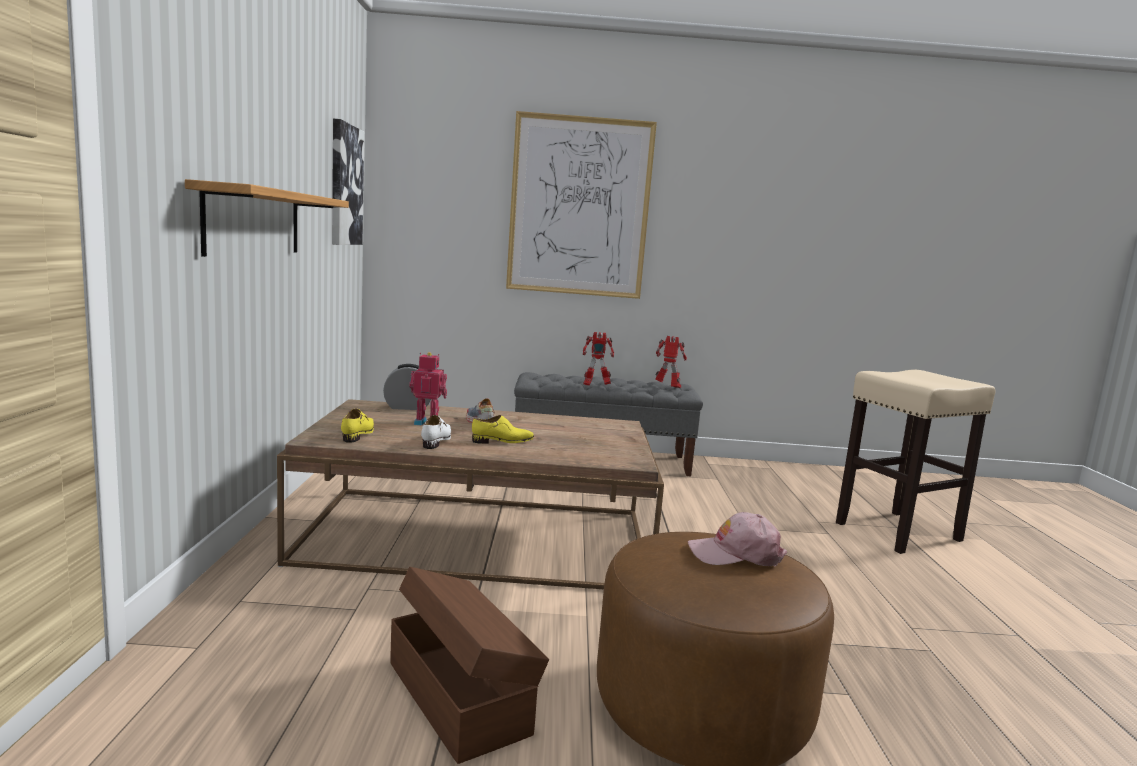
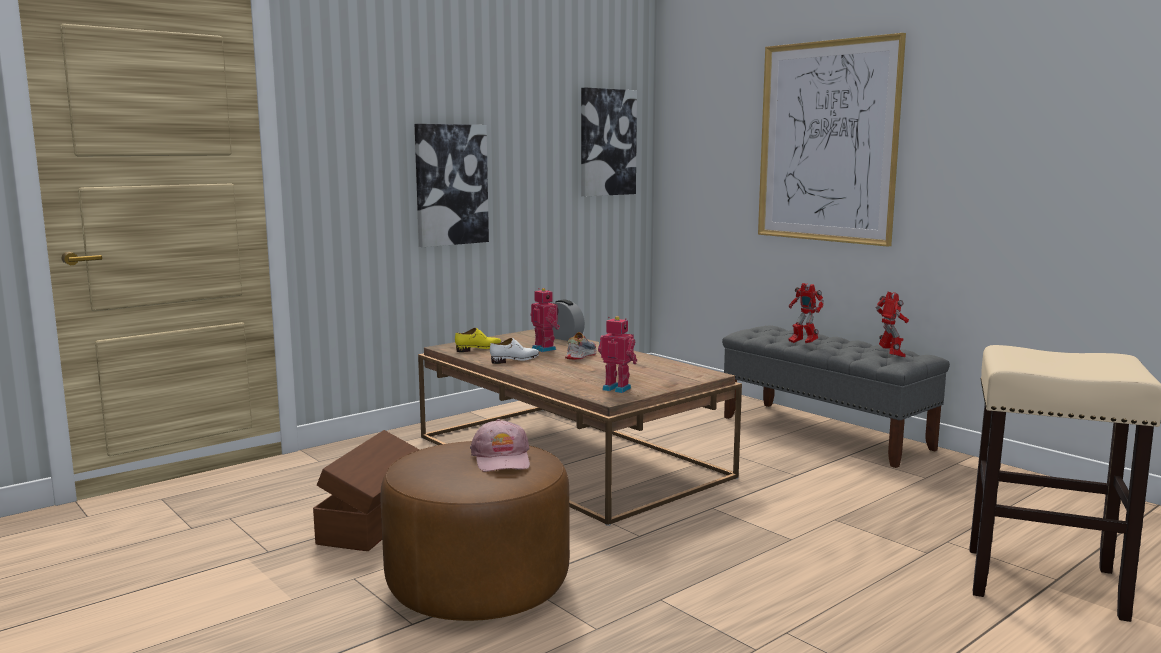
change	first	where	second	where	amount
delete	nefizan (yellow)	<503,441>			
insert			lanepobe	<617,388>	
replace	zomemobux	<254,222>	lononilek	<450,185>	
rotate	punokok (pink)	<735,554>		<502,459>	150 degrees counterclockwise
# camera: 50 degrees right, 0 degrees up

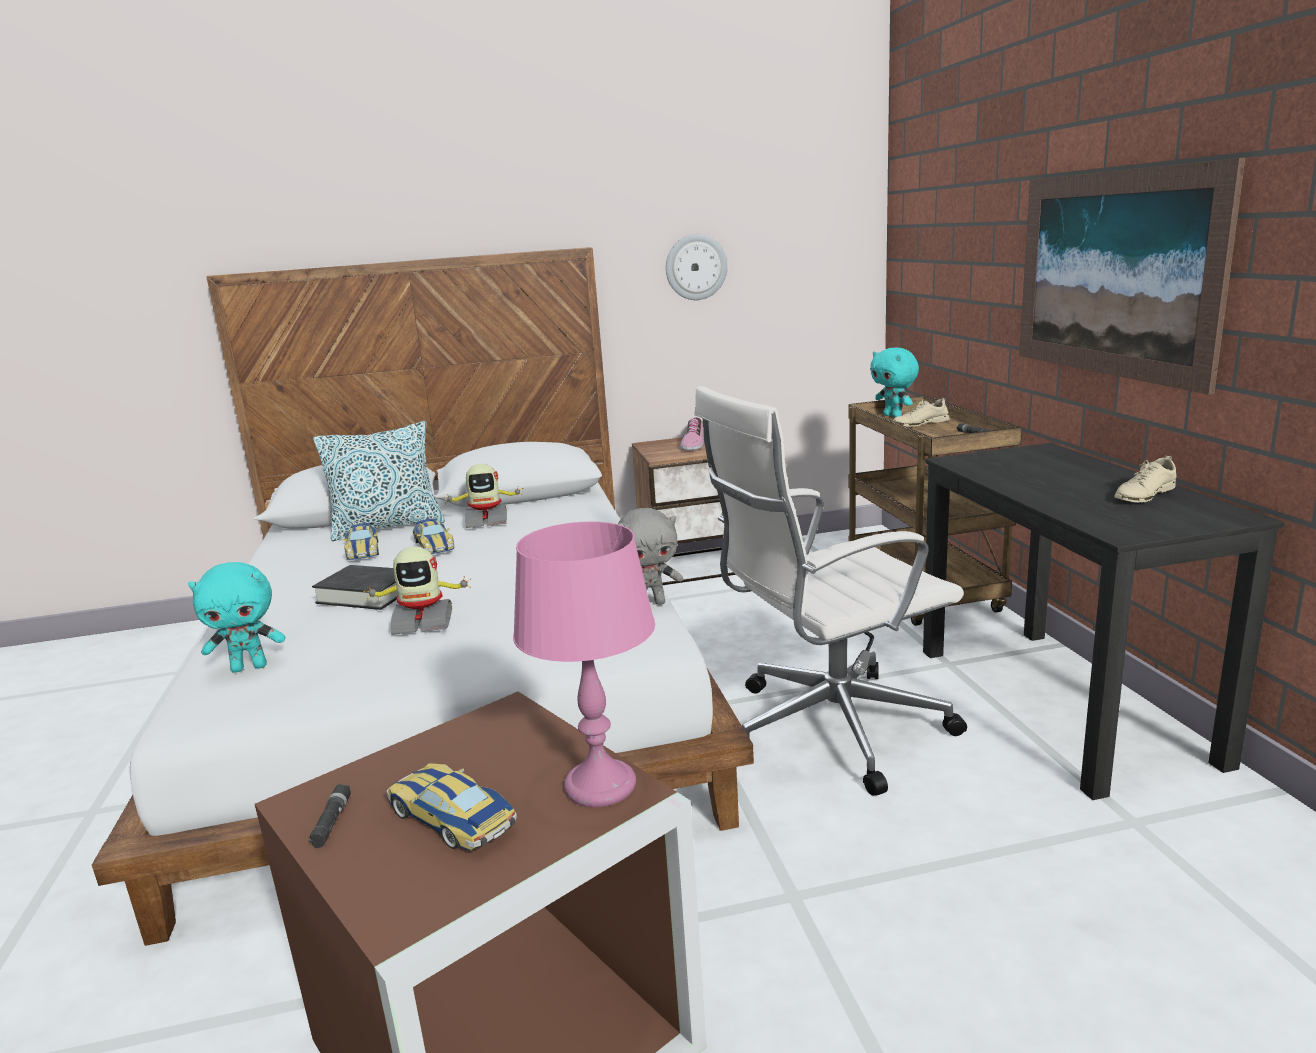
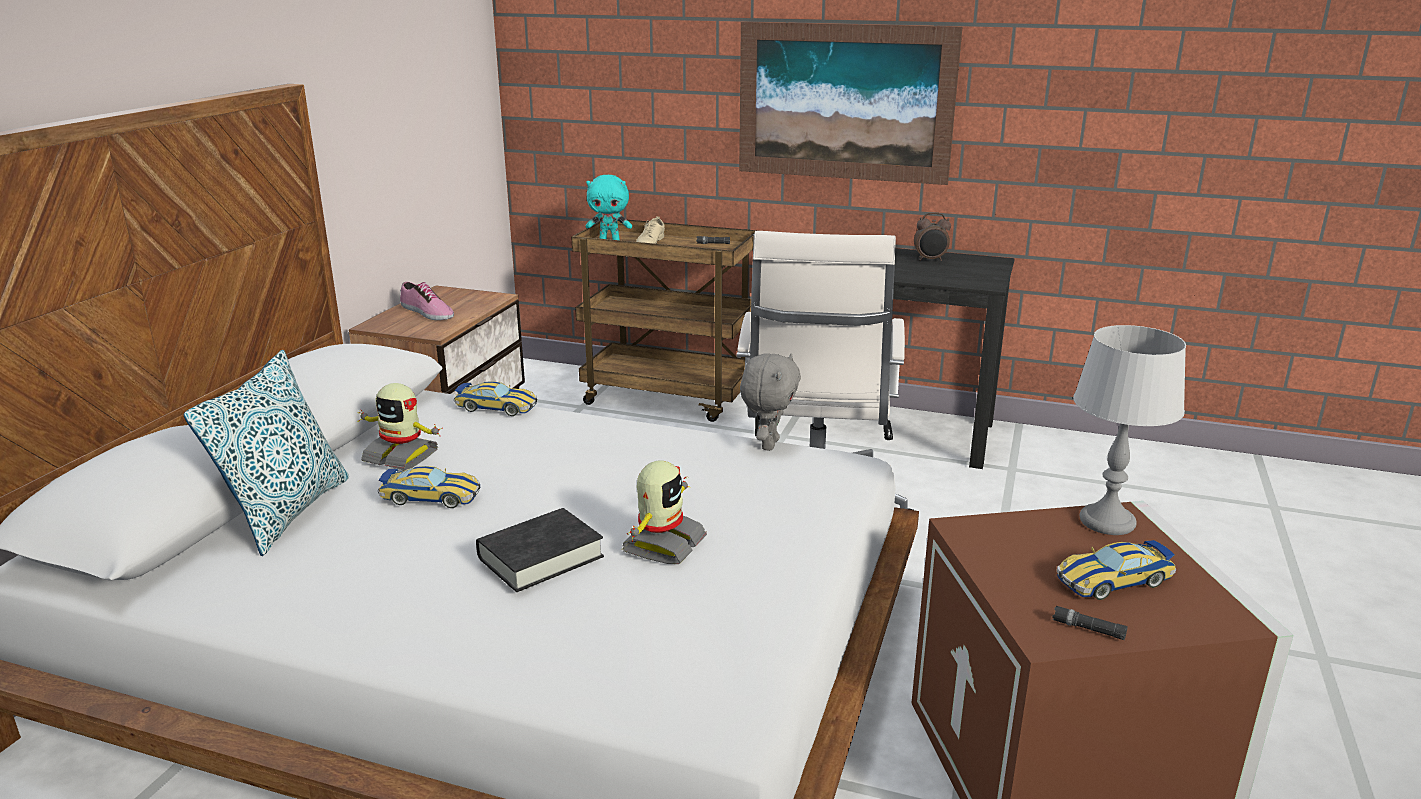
change	first	where	second	where	amount
delete	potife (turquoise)	<250,667>			
delete	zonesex	<696,267>			
move	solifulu	<363,550>		<496,407>	
replace	nefizan (beige)	<1144,494>	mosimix	<930,260>	
recolor	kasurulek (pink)	<599,786>	kasurulek (grey)	<1107,522>	
rotate	lanepobe	<487,521>		<402,456>	90 degrees clockwise
# camera: 60 degrees left, 5 degrees up

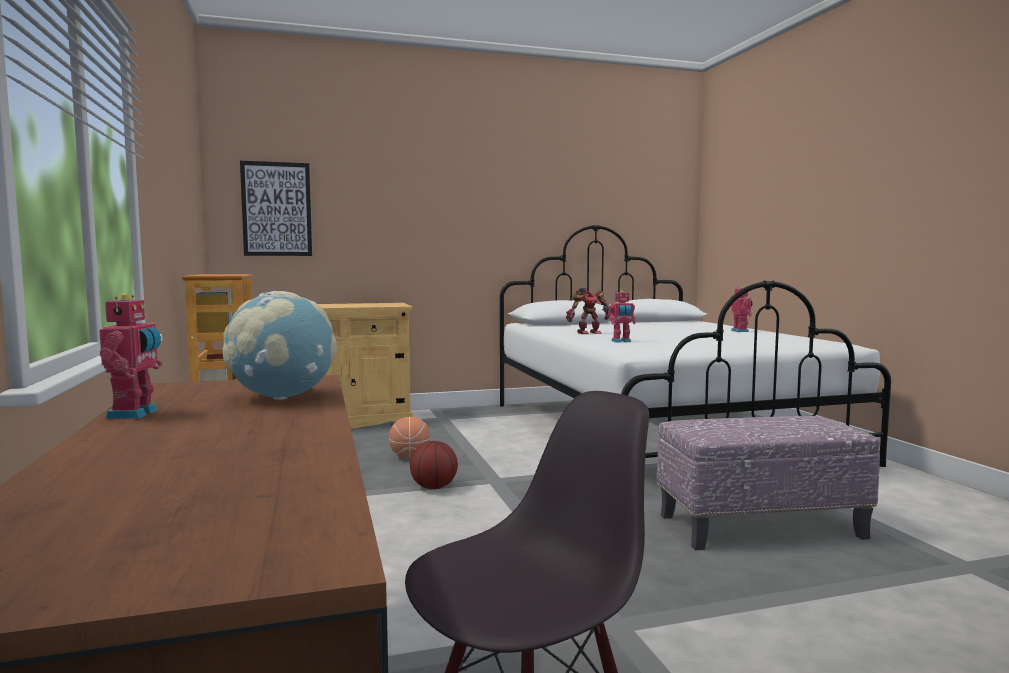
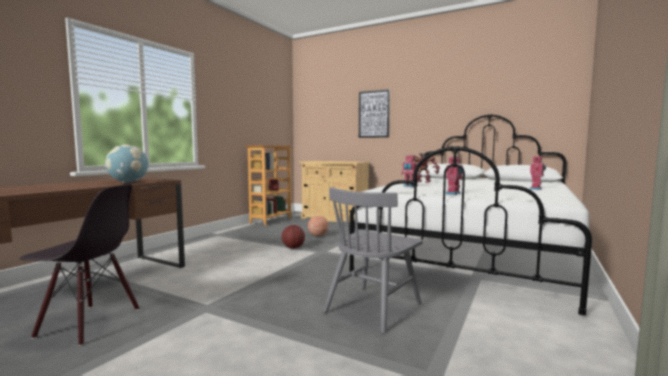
change	first	where	second	where	amount
move	lanepobe	<135,414>		<454,194>	
move	lononilek	<276,209>		<374,114>	
replace	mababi	<760,527>	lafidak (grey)	<373,307>	
# camera: 45 degrees right, 0 degrees up

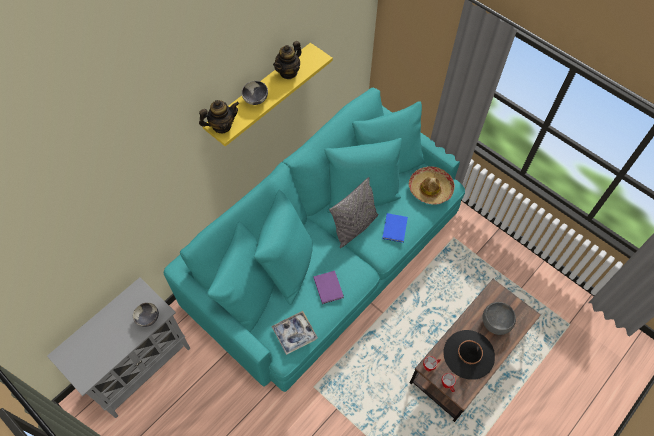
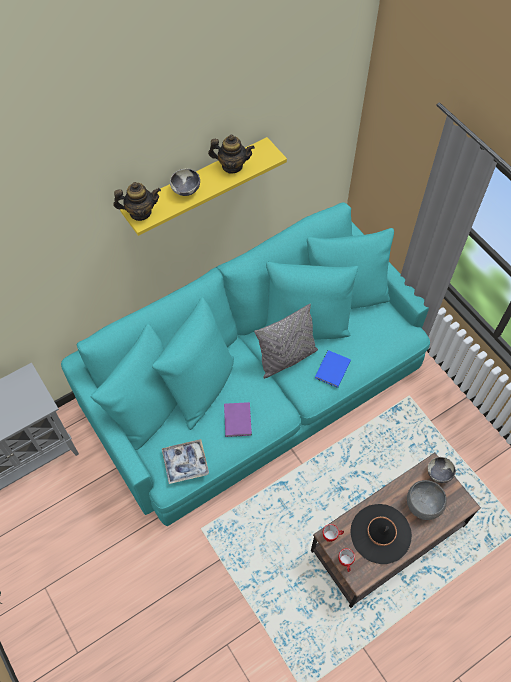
change	first	where	second	where	amount
delete	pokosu	<430,189>			
move	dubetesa	<148,318>		<439,474>	
rotate	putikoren	<288,72>		<232,166>	135 degrees counterclockwise
# camera: 15 degrees right, 0 degrees up

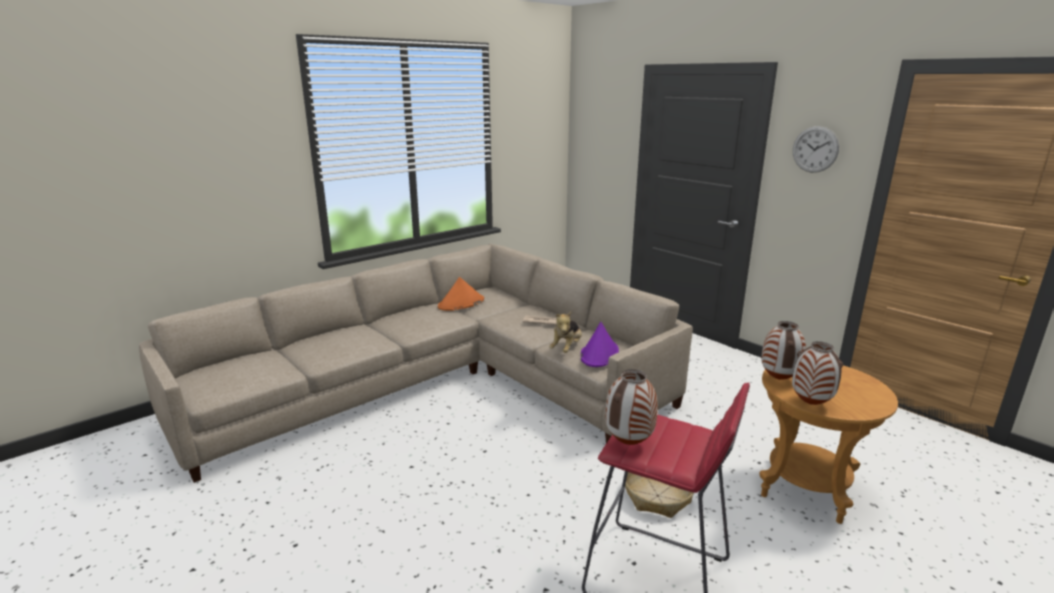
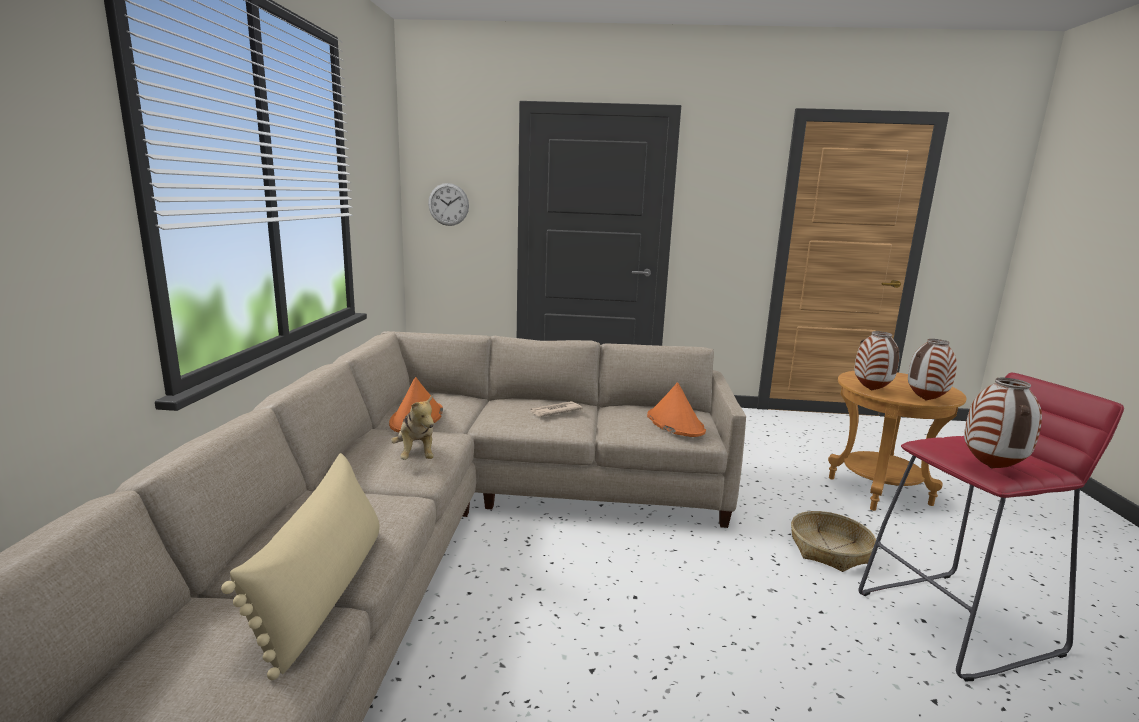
change	first	where	second	where	amount
insert			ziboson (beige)	<324,591>	
move	potife	<566,348>		<416,455>	
move	zonesex	<815,149>		<448,204>	
recolor	pokosu (purple)	<599,354>	pokosu (orange)	<675,423>	
# camera: 45 degrees left, 5 degrees down

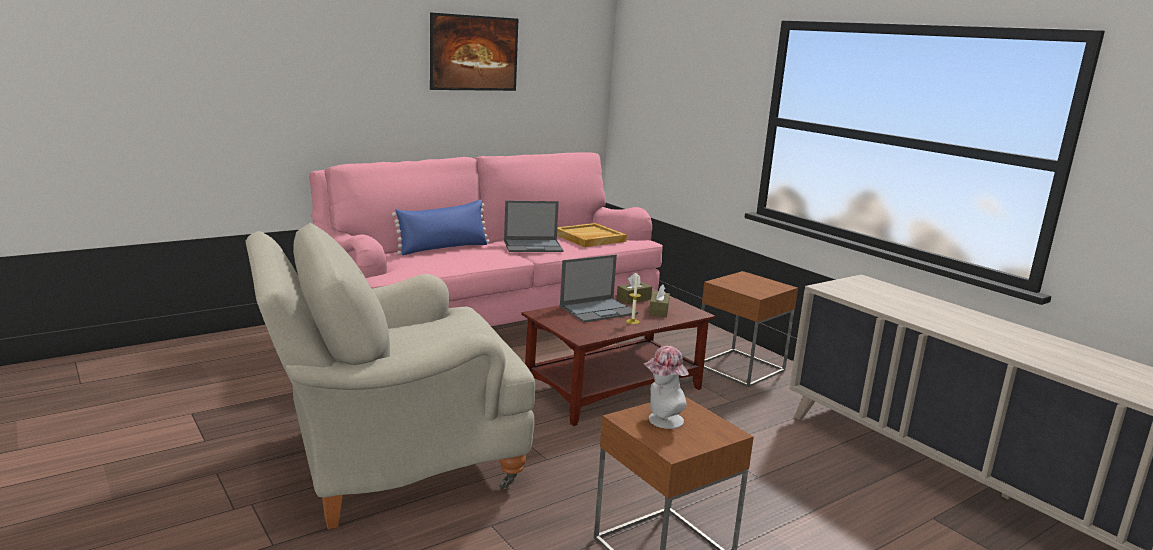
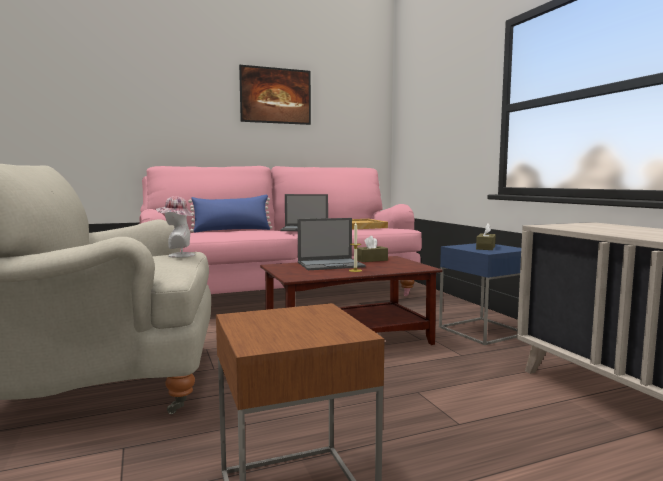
change	first	where	second	where	amount
move	pokosu	<661,421>		<177,255>	
move	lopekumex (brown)	<658,310>		<485,248>	
recolor	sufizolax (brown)	<740,367>	sufizolax (blue)	<482,330>	
# camera: 15 degrees right, 10 degrees down

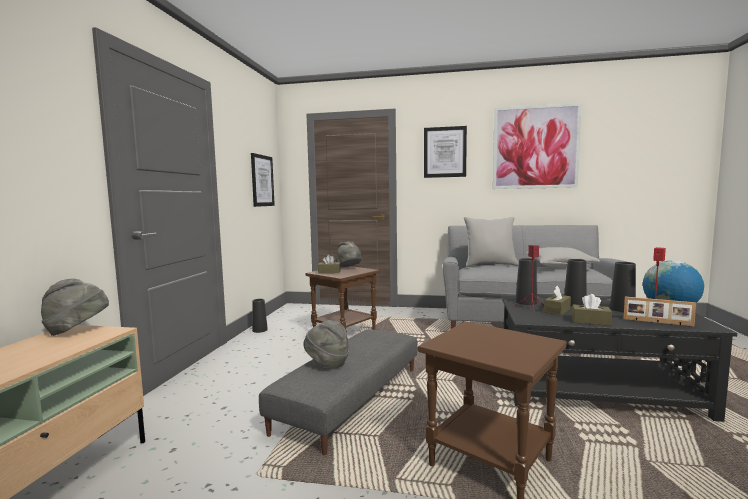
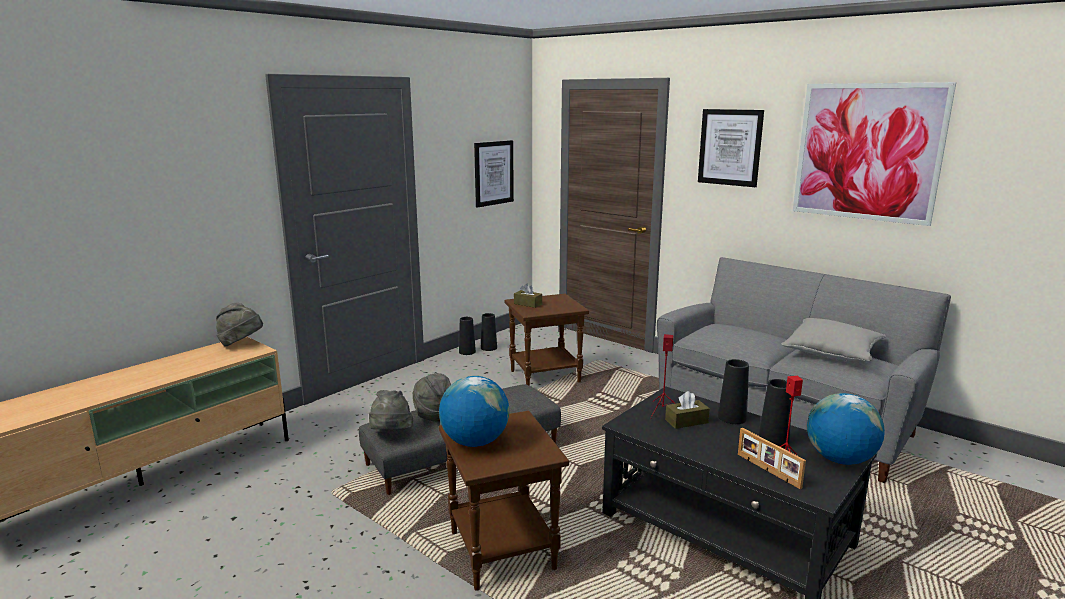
change	first	where	second	where	amount
delete	ziboson (grey)	<490,265>			
delete	lopekumex (brown)	<590,321>			
insert			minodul	<475,442>	
move	pokosu (grey)	<349,268>		<391,435>	
move	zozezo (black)	<526,302>		<489,348>	
# camera: 30 degrees right, 10 degrees up

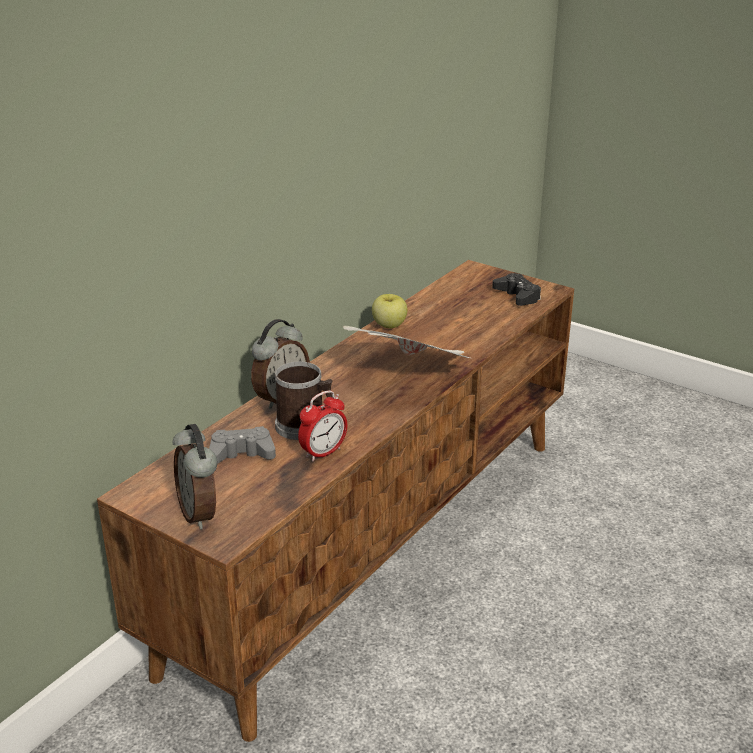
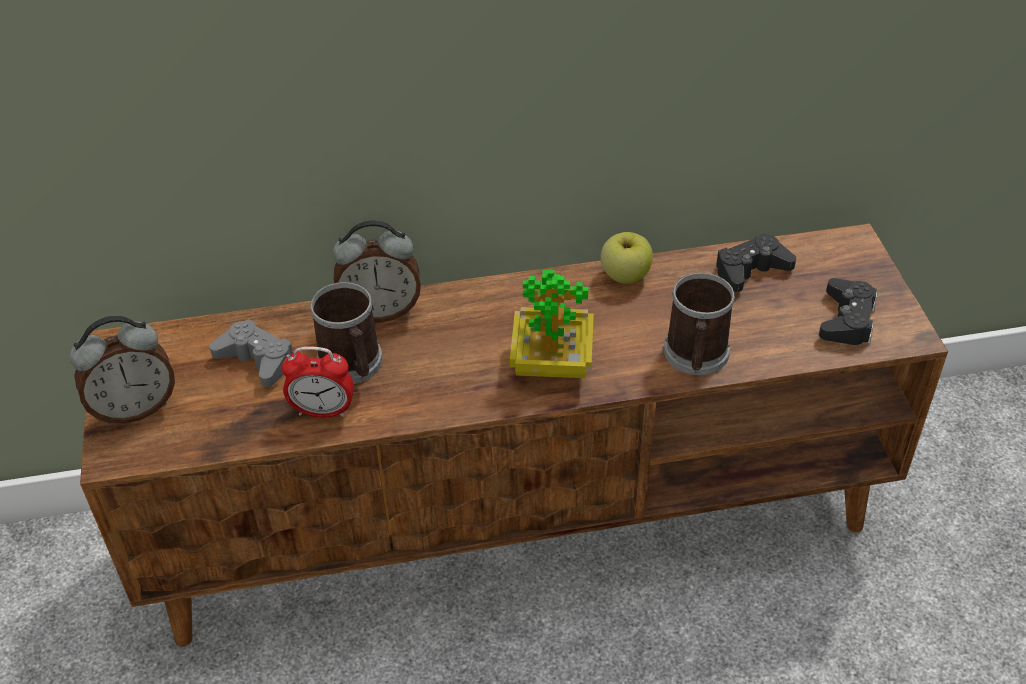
change	first	where	second	where	amount
insert			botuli	<696,357>	
insert			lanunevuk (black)	<751,270>	
replace	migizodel	<412,374>	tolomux	<552,363>	
rotate	mosimix	<200,513>		<135,408>	135 degrees counterclockwise
# camera: 45 degrees right, 15 degrees up

